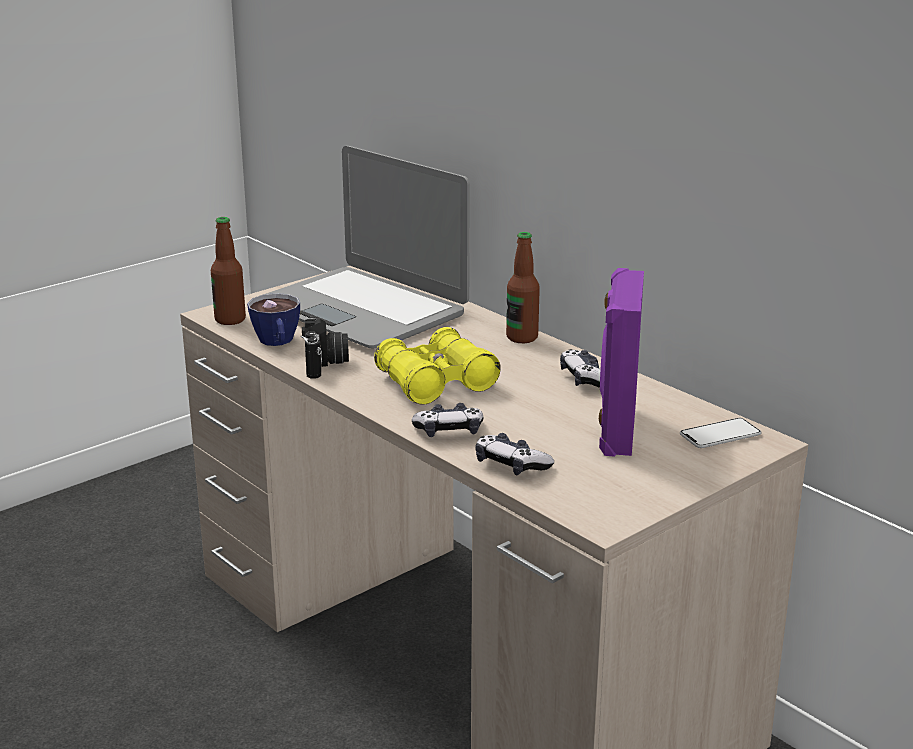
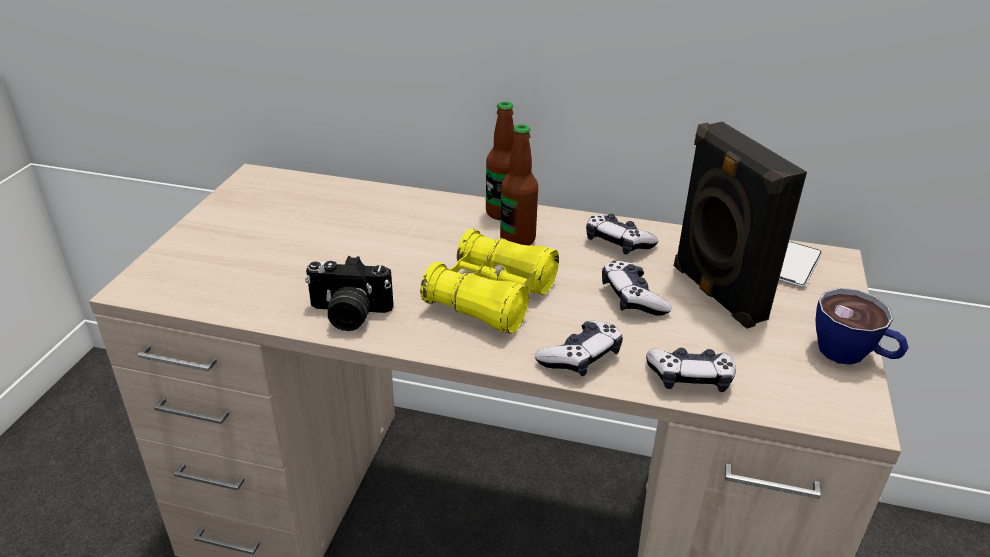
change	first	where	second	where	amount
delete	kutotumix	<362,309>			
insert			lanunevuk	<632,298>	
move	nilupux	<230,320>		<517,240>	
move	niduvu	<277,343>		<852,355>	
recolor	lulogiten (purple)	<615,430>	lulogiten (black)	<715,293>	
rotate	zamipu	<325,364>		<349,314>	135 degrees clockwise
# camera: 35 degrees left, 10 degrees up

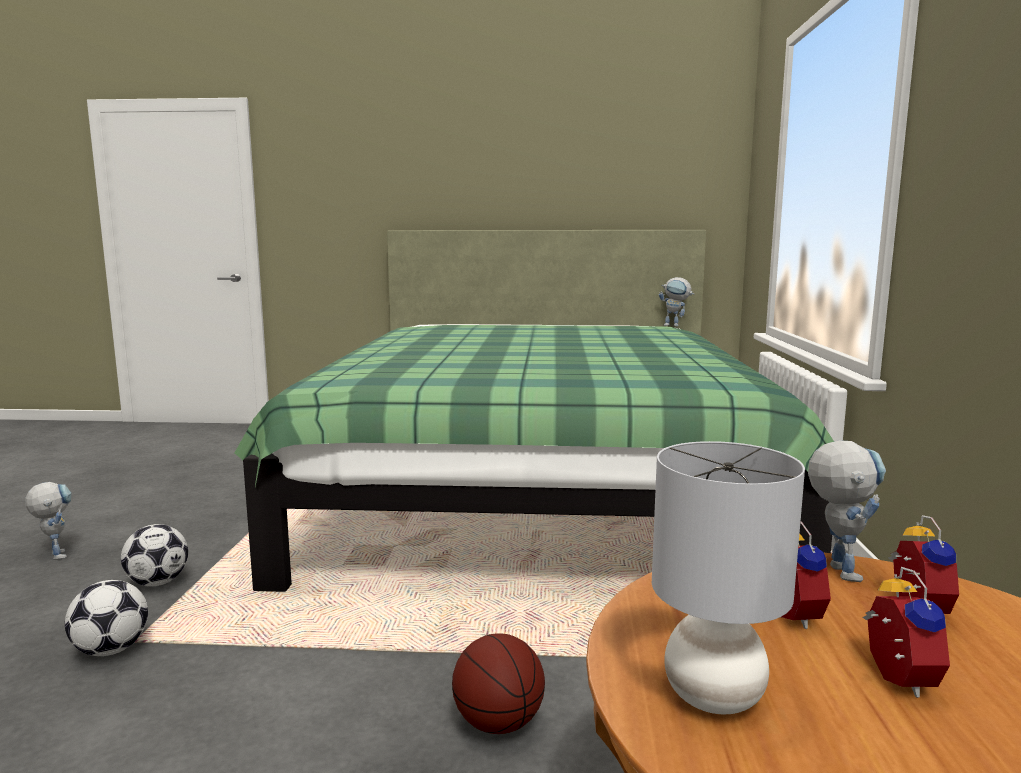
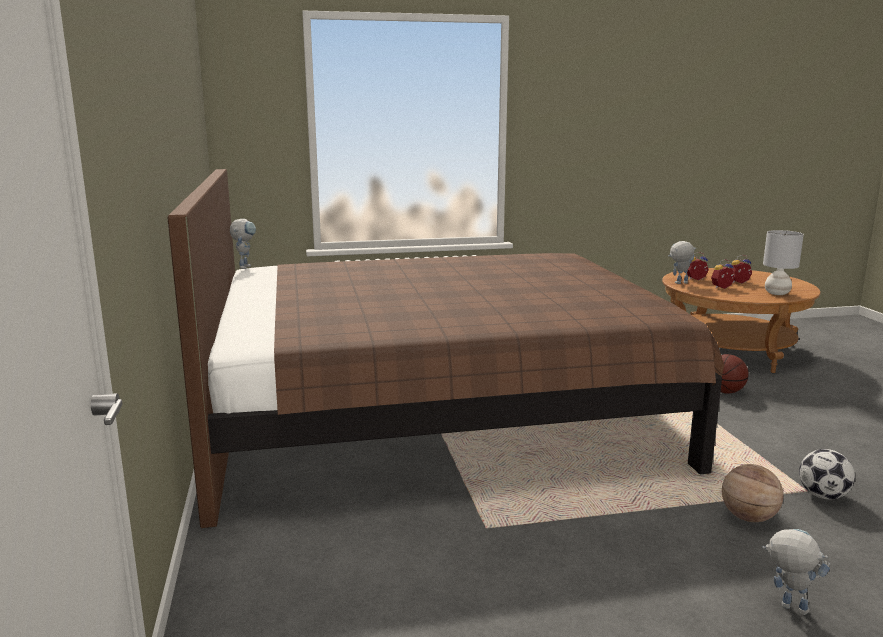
change	first	where	second	where	amount
replace	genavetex	<158,582>	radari	<748,518>	
recolor	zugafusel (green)	<537,489>	zugafusel (brown)	<434,412>	
rotate	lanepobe	<56,554>		<786,607>	90 degrees clockwise
# camera: 105 degrees left, 5 degrees up

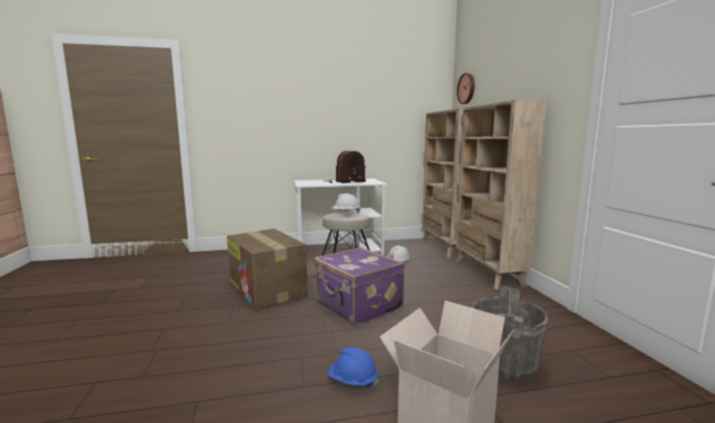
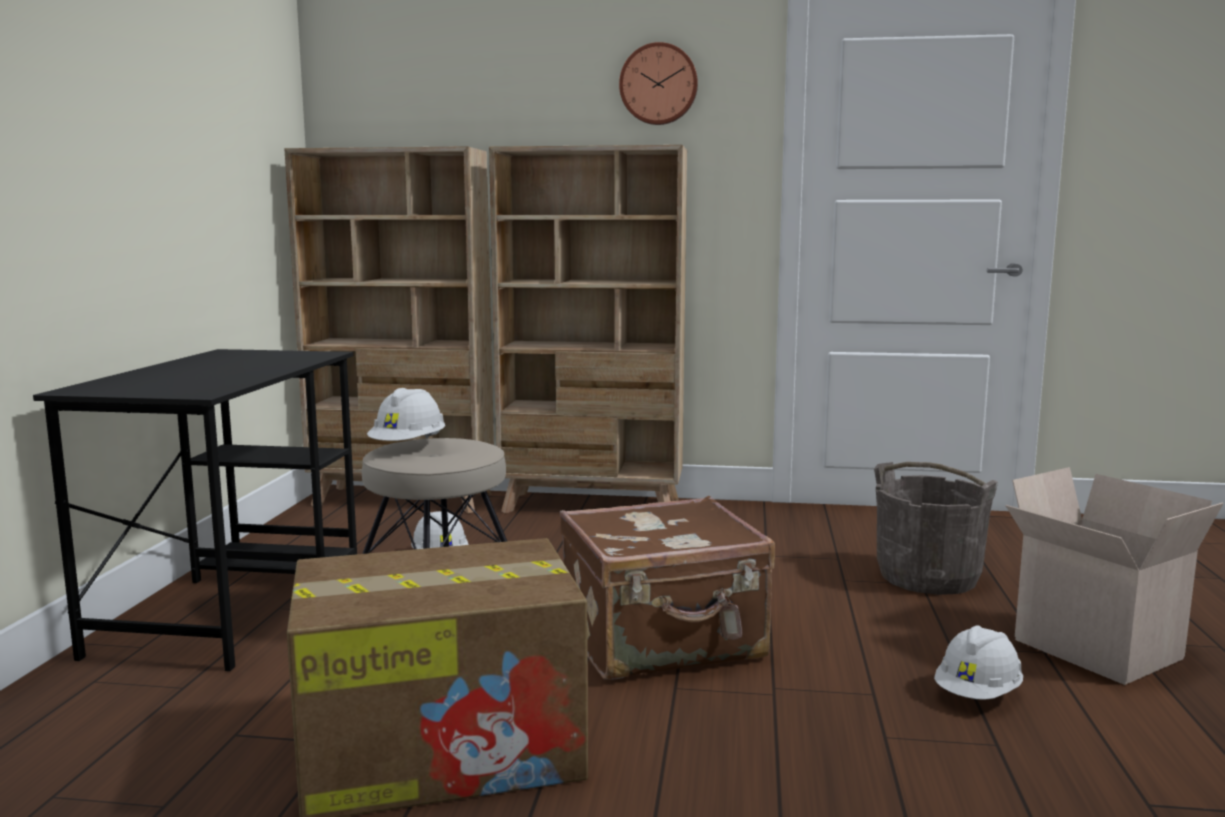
change	first	where	second	where	amount
delete	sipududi	<343,182>			
move	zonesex	<467,88>		<658,84>	
recolor	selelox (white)	<340,250>	selelox (black)	<235,603>	
recolor	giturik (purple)	<357,306>	giturik (brown)	<663,642>	
recolor	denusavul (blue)	<352,381>	denusavul (white)	<977,694>	
# camera: 70 degrees left, 0 degrees up

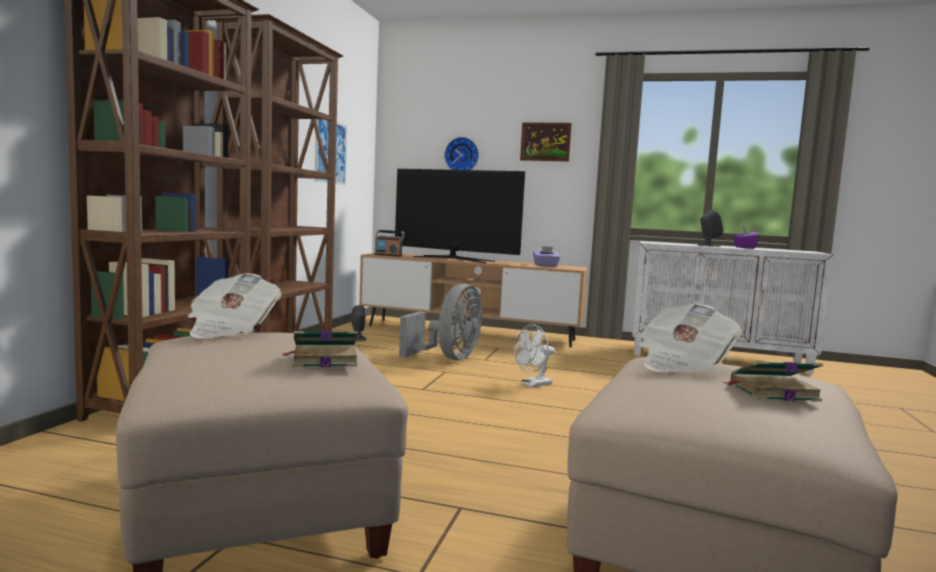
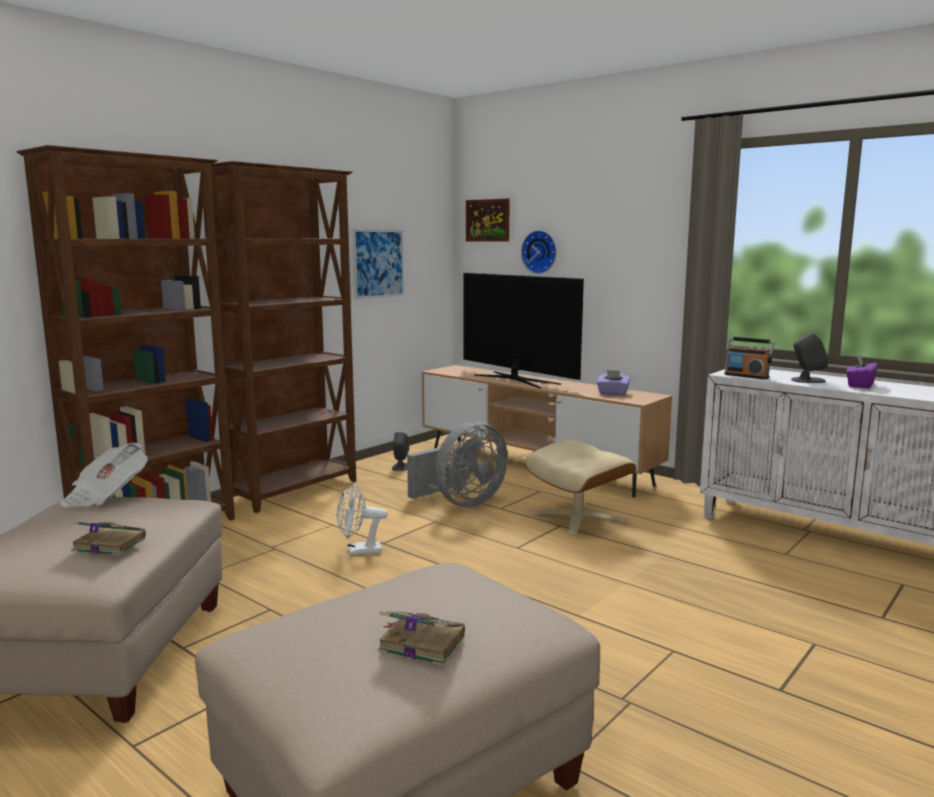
change	first	where	second	where	amount
delete	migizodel	<682,364>			
insert			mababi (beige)	<578,517>	
move	sipududi	<388,255>		<746,376>	
move	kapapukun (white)	<533,385>		<359,551>	
move	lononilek	<545,142>		<487,220>	
# camera: 25 degrees right, 5 degrees up

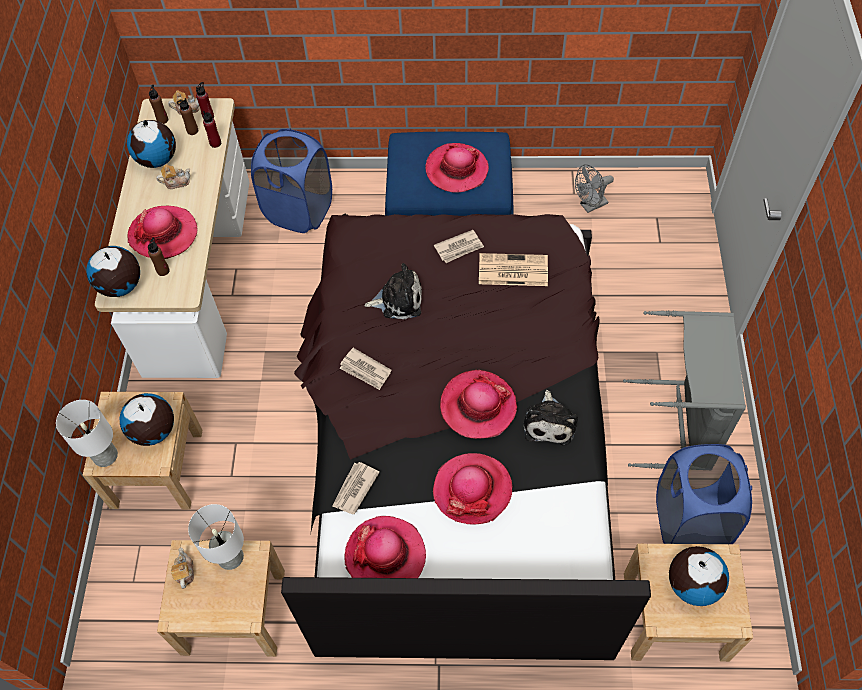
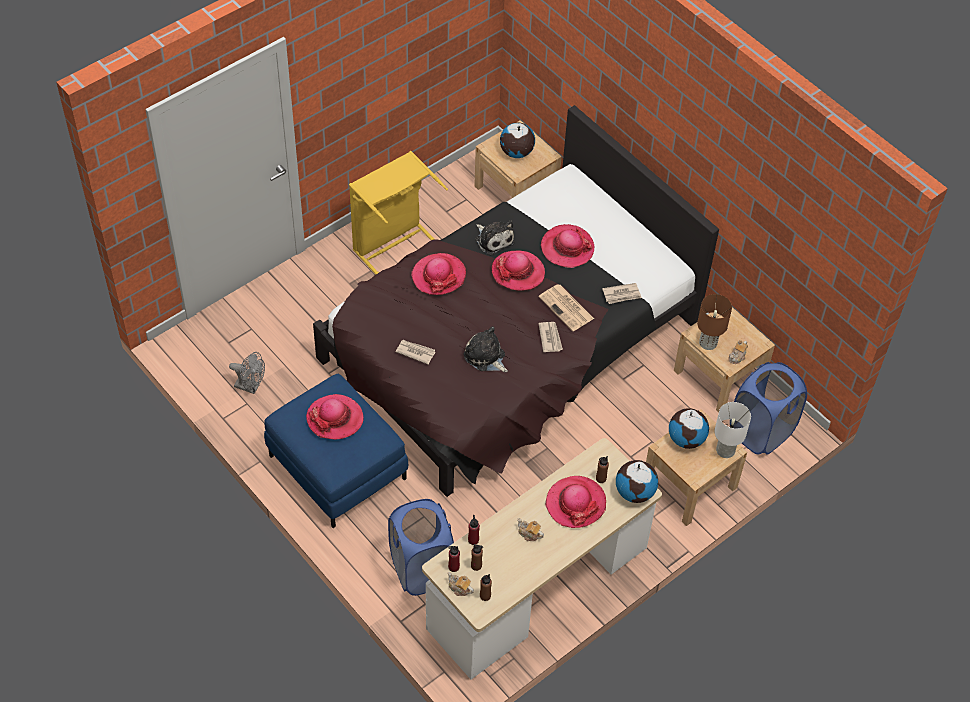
change	first	where	second	where	amount
delete	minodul	<158,159>			
move	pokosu	<385,556>		<438,276>	
move	migizodel	<512,270>		<567,308>	
move	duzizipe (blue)	<689,521>		<761,431>	
recolor	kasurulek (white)	<230,558>	kasurulek (brown)	<708,342>	
recolor	duzizipe (grey)	<679,425>	duzizipe (yellow)	<394,246>	
rotate	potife	<549,422>		<493,239>	90 degrees clockwise
# camera: 135 degrees left, 5 degrees down

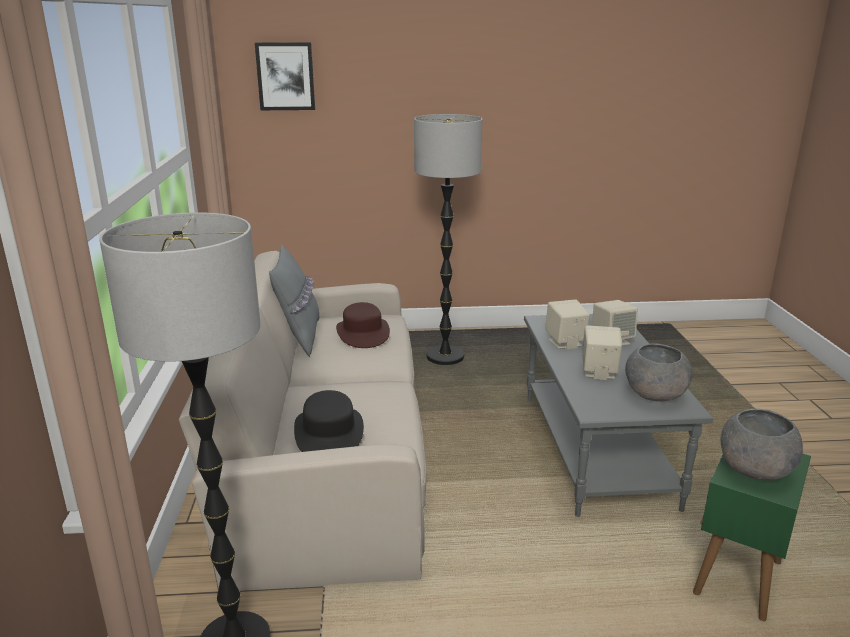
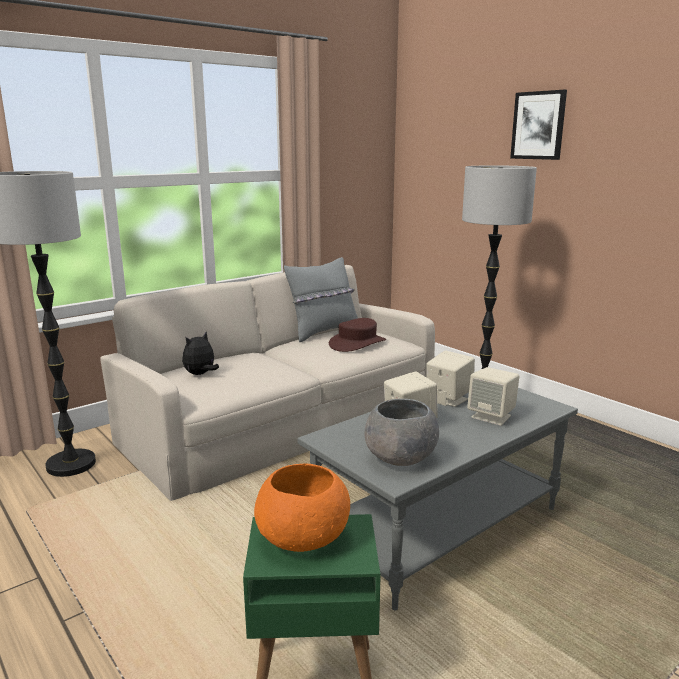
change	first	where	second	where	amount
move	lononilek	<285,76>		<538,125>	
replace	pokosu (black)	<329,433>	potife	<200,374>	
recolor	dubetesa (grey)	<755,470>	dubetesa (orange)	<302,538>	
# camera: 55 degrees right, 5 degrees down

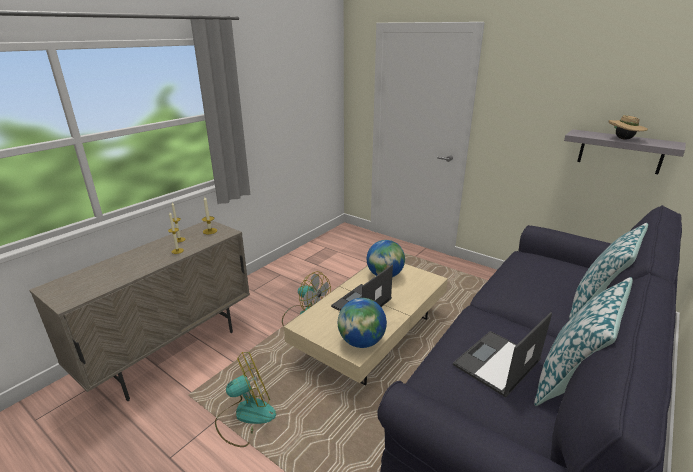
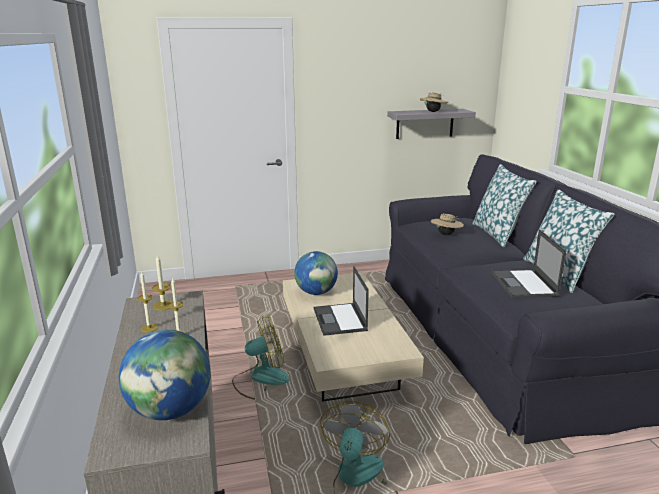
change	first	where	second	where	amount
insert			pokosu (beige)	<446,234>	
move	minodul	<361,342>		<170,410>	
# camera: 50 degrees left, 5 degrees down

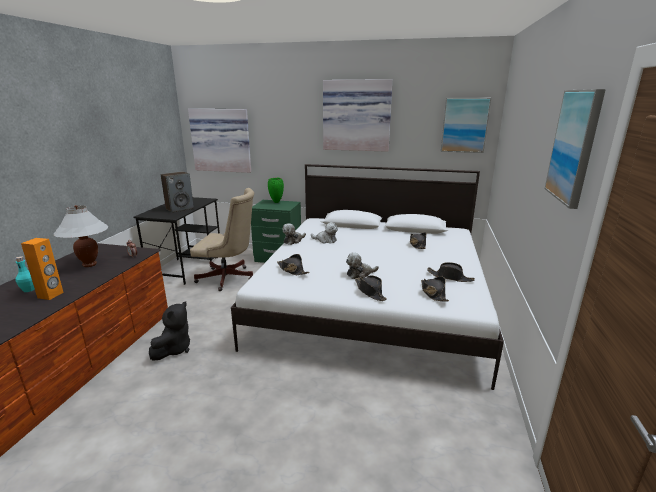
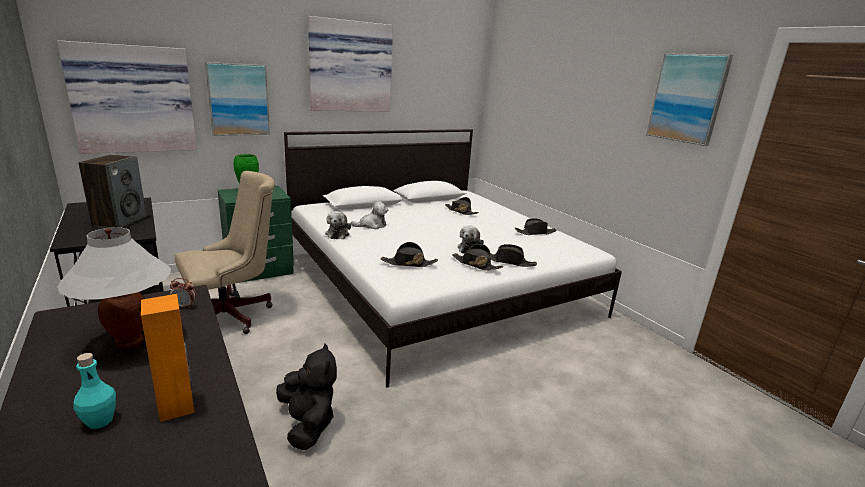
change	first	where	second	where	amount
move	pokosu (black)	<433,293>		<476,264>	
move	lononilek	<464,125>		<238,100>	
# camera: 45 degrees left, 0 degrees up

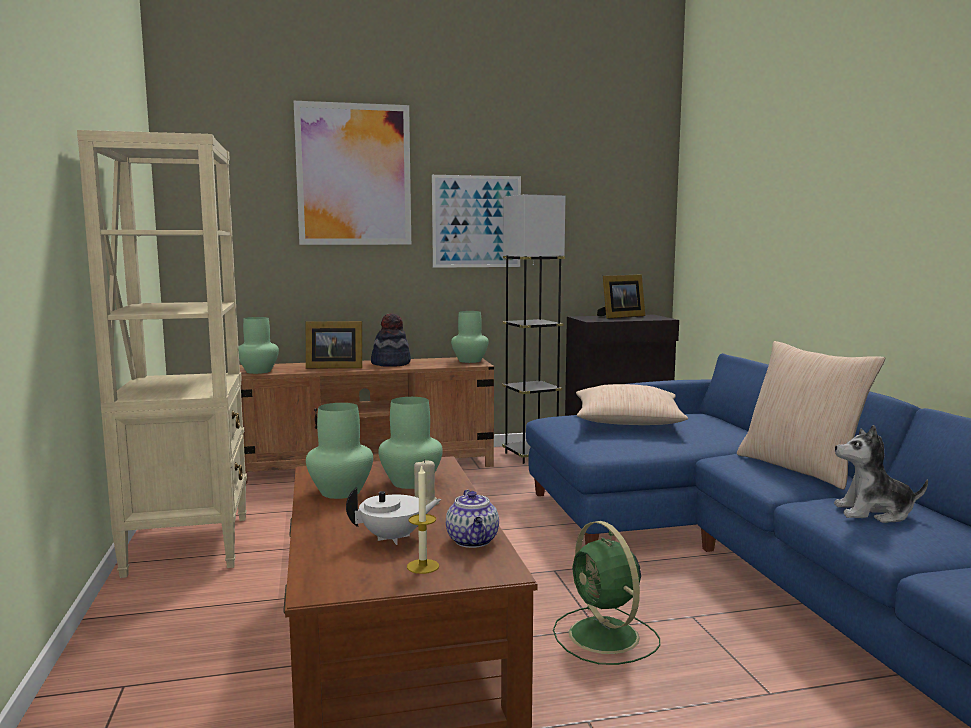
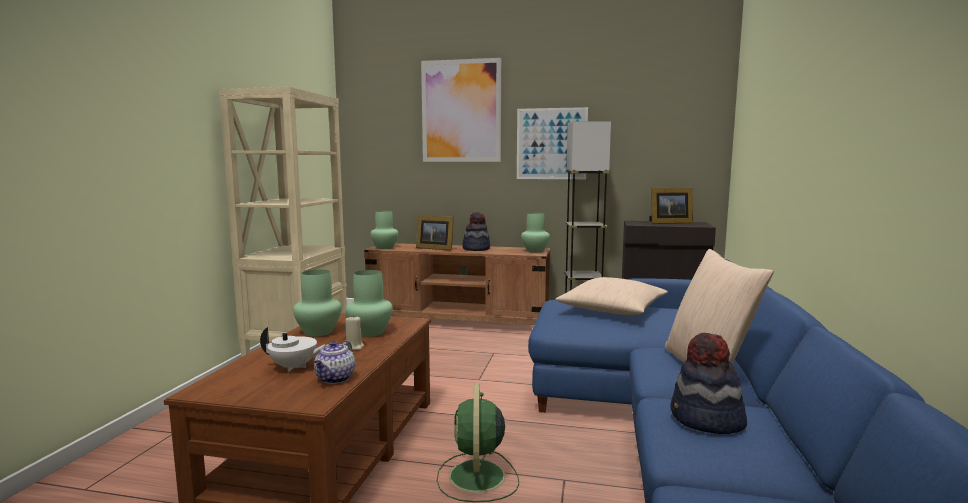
change	first	where	second	where	amount
delete	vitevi	<423,566>			
replace	potife	<874,513>	pokosu	<706,420>	
# camera: 25 degrees right, 0 degrees up

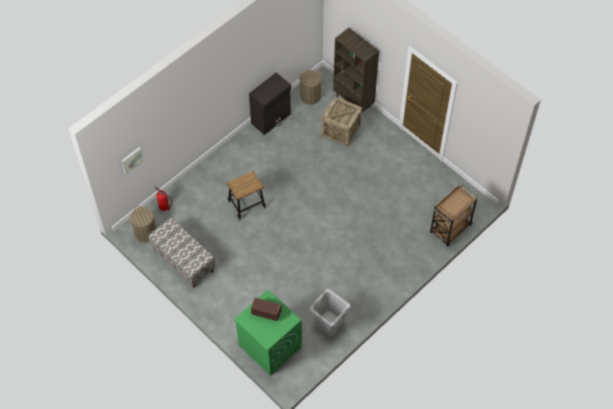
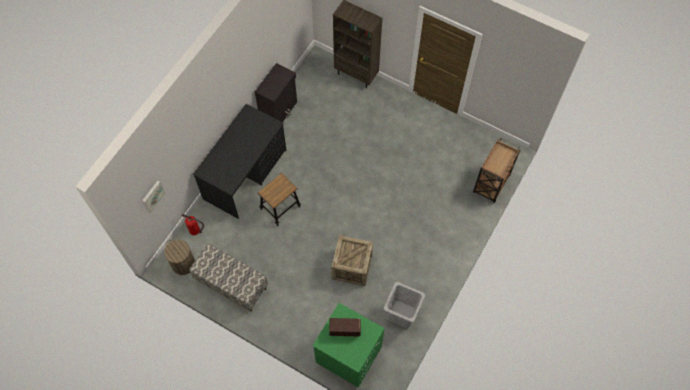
change	first	where	second	where	amount
delete	duzizipe	<310,96>			
insert			selelox (black)	<245,174>	
move	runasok	<341,130>		<352,266>	
# camera: 15 degrees left, 5 degrees up

